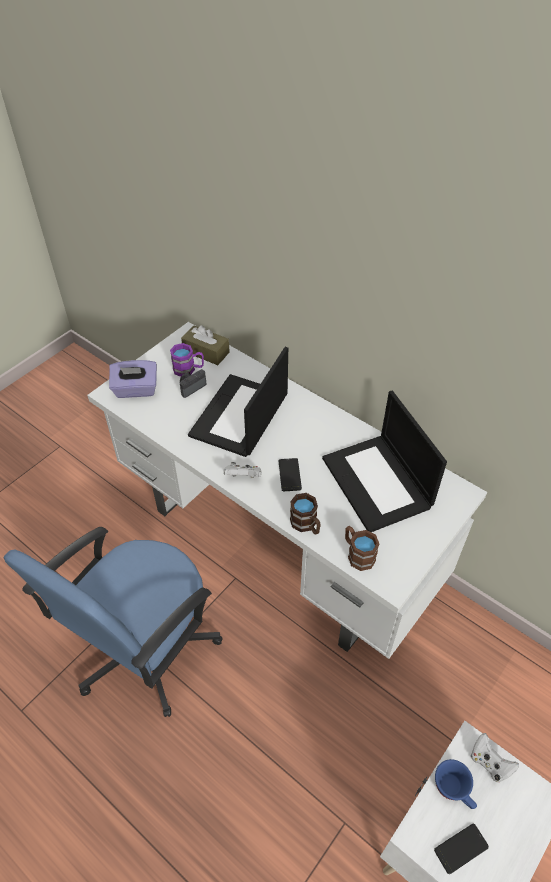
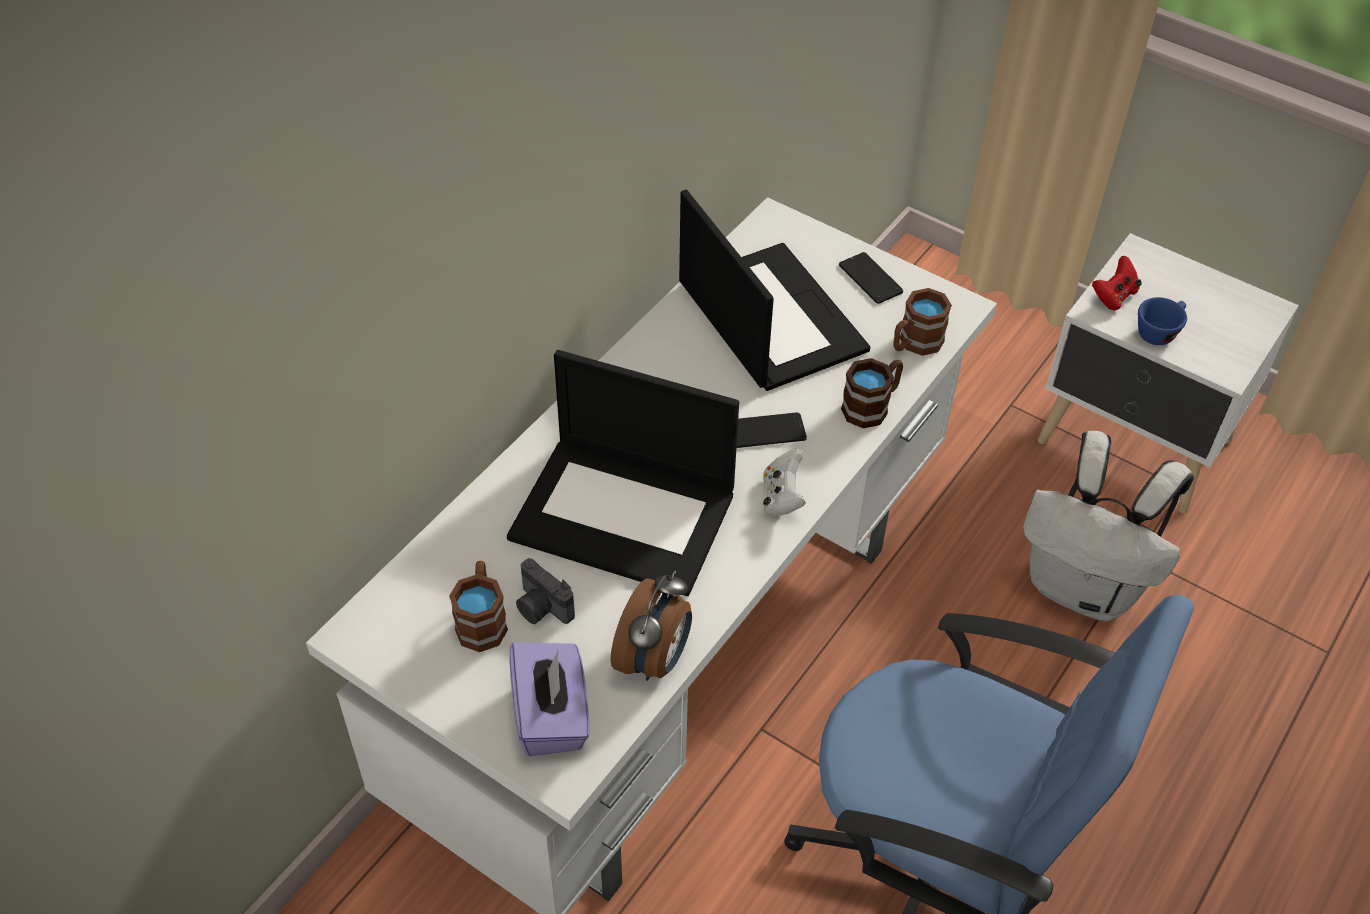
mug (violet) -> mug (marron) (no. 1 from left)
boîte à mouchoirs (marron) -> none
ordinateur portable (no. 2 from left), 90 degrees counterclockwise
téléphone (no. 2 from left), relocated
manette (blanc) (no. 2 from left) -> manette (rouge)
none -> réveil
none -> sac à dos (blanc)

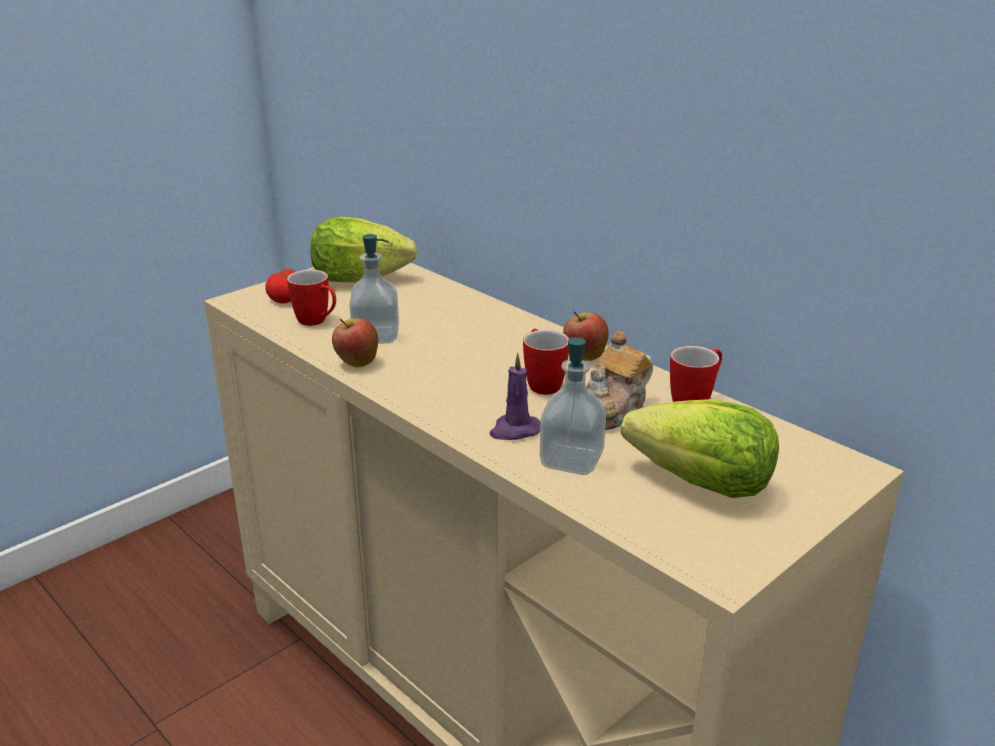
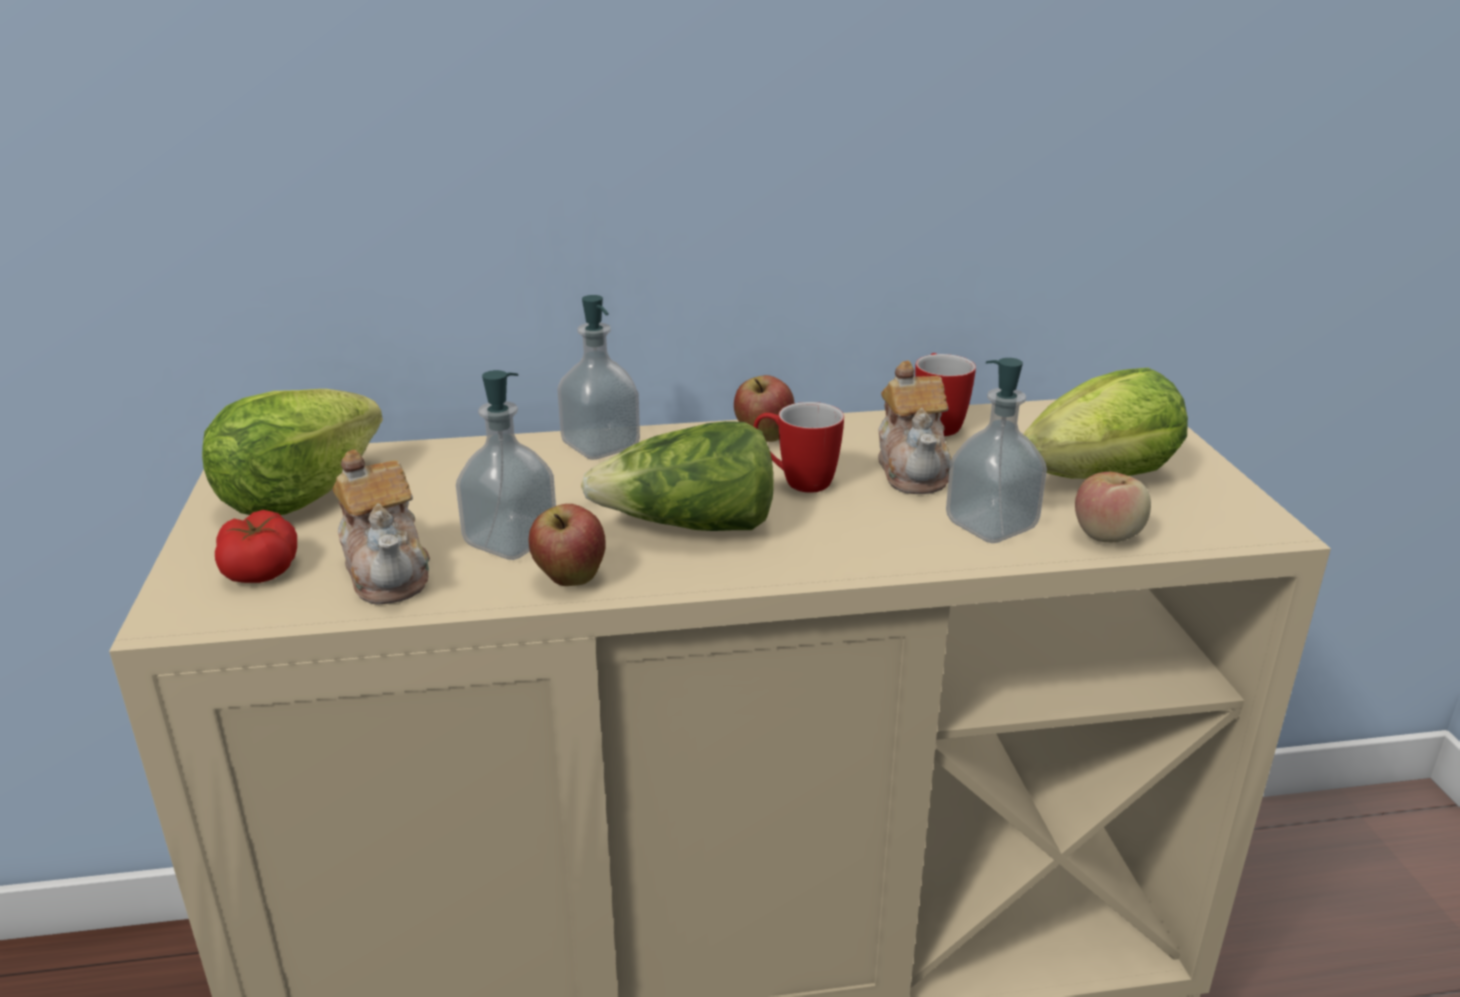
mug (no. 1 from left) -> théière (no. 1 from left)
bougie (violet) -> none
none -> distributeur de savon (no. 2 from left)
none -> laitue (no. 2 from left)
none -> pomme (no. 3 from left)

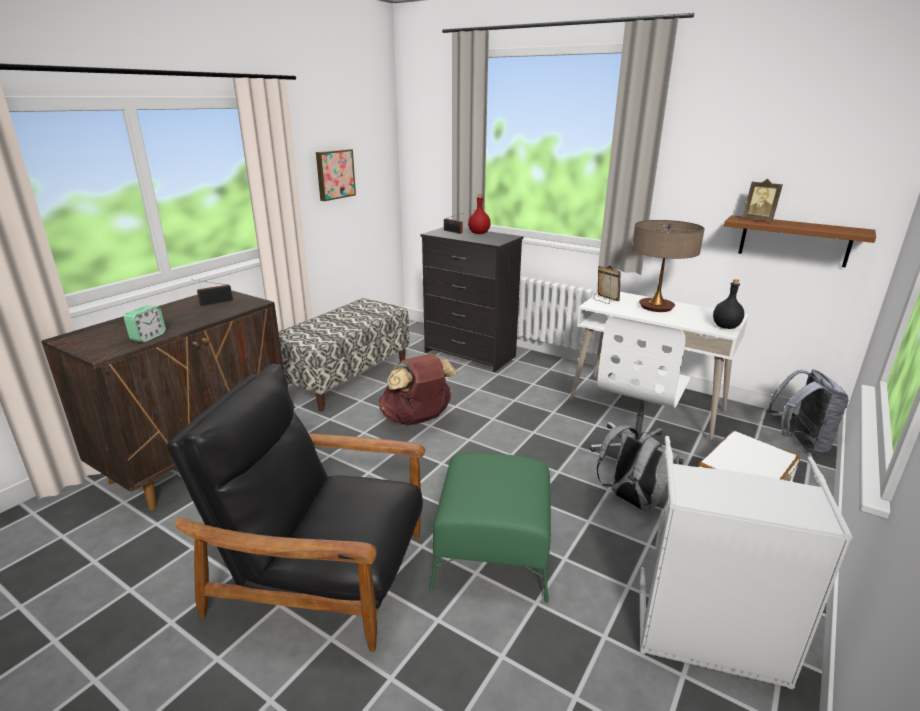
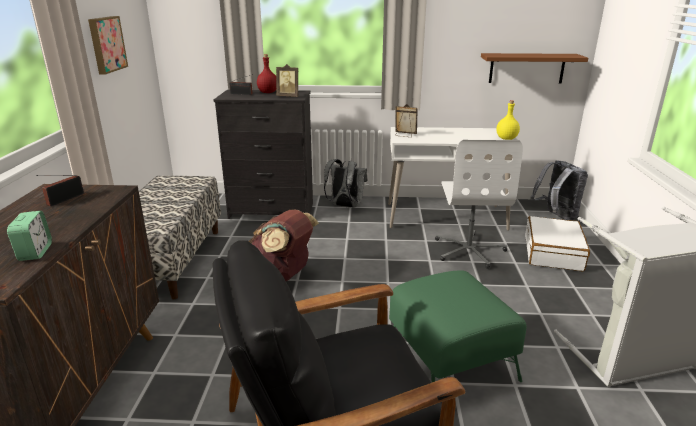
sac à dos (gris) (no. 1 from left), relocated
lampe de table -> none
bouteille (noir) -> bouteille (jaune)
cadre photo (no. 2 from left in the first image) -> cadre photo (no. 1 from left), relocated

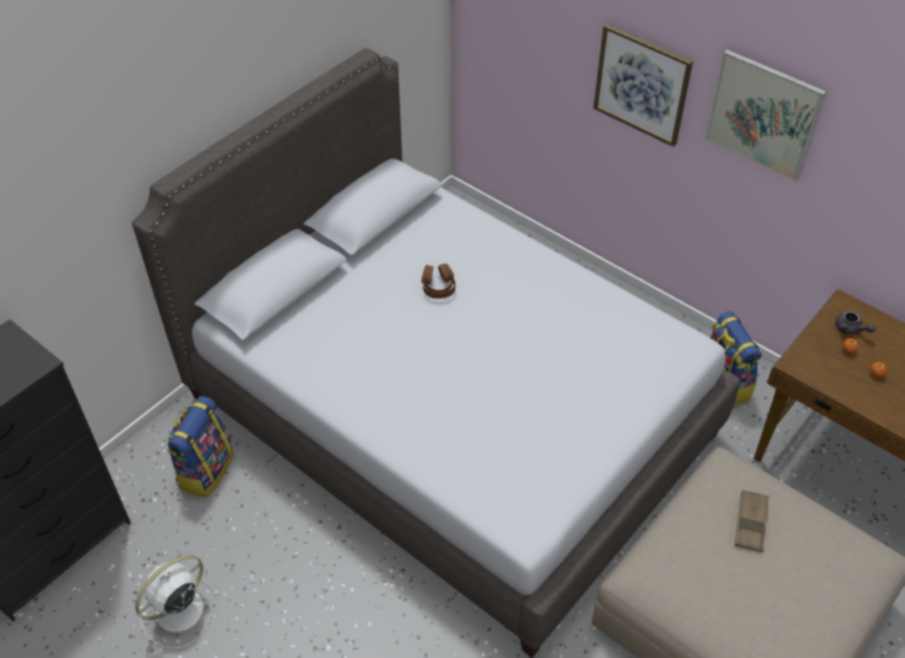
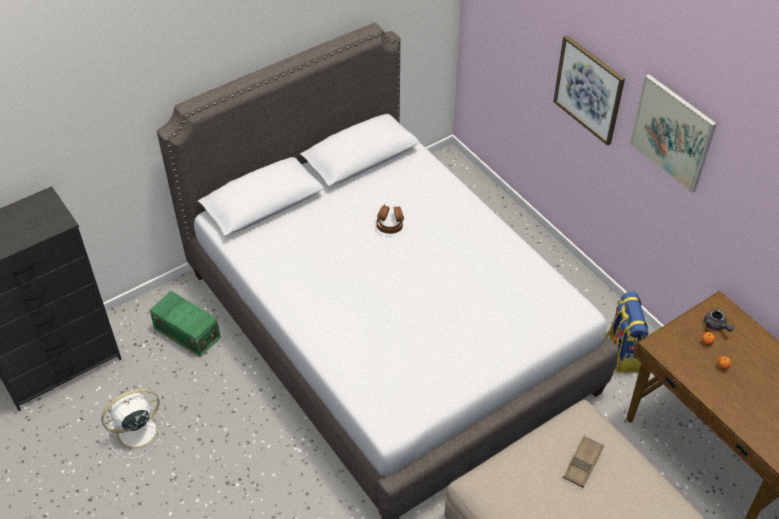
sac à dos (no. 1 from left) -> boîte de rangement (vert)

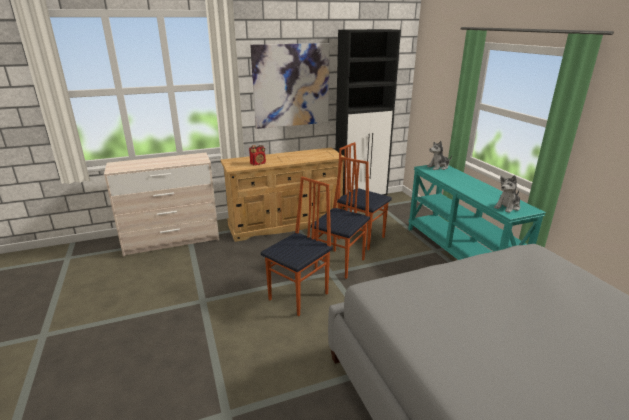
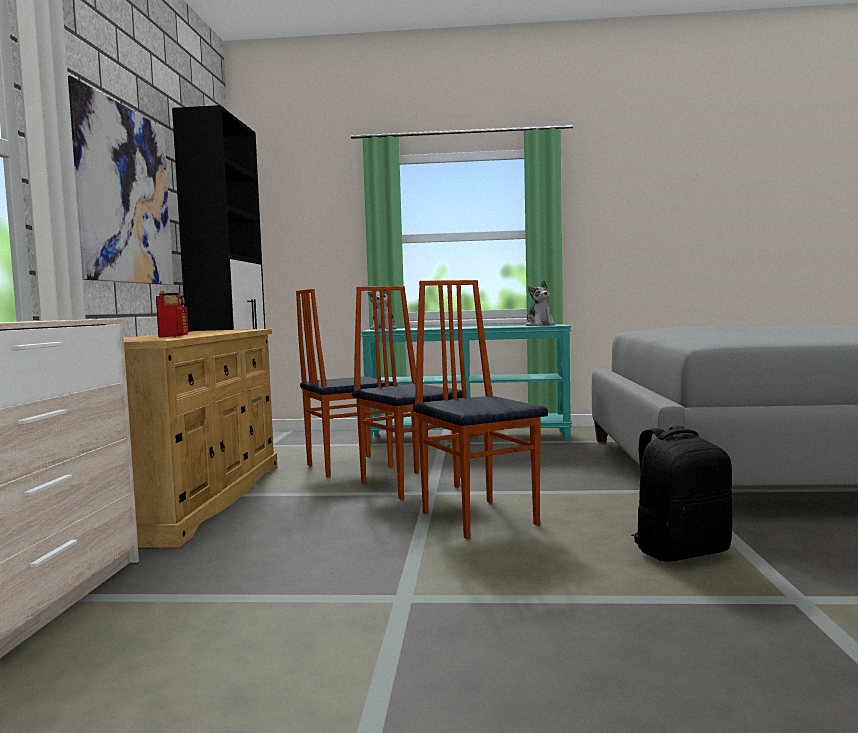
none -> sac à dos (noir)

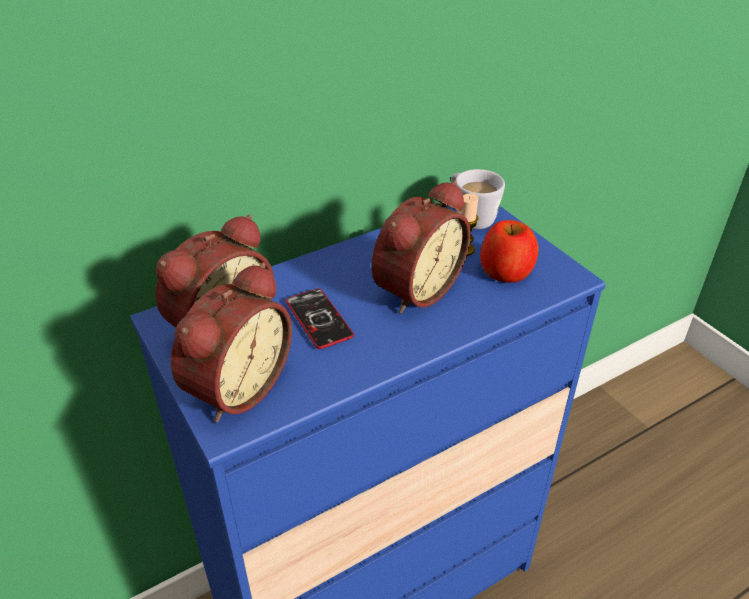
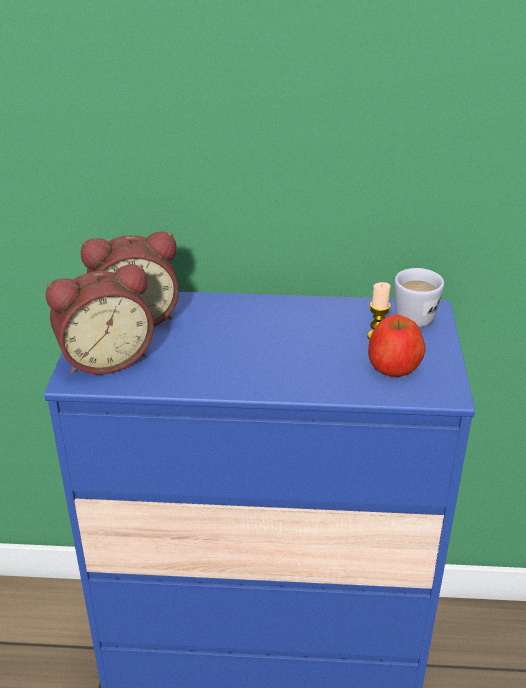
téléphone -> none
réveil (no. 3 from left) -> none

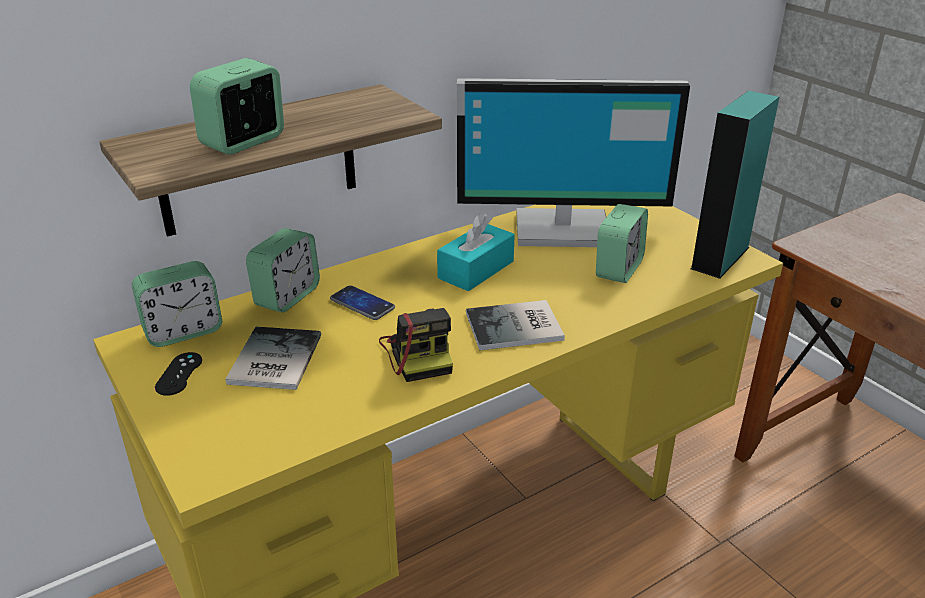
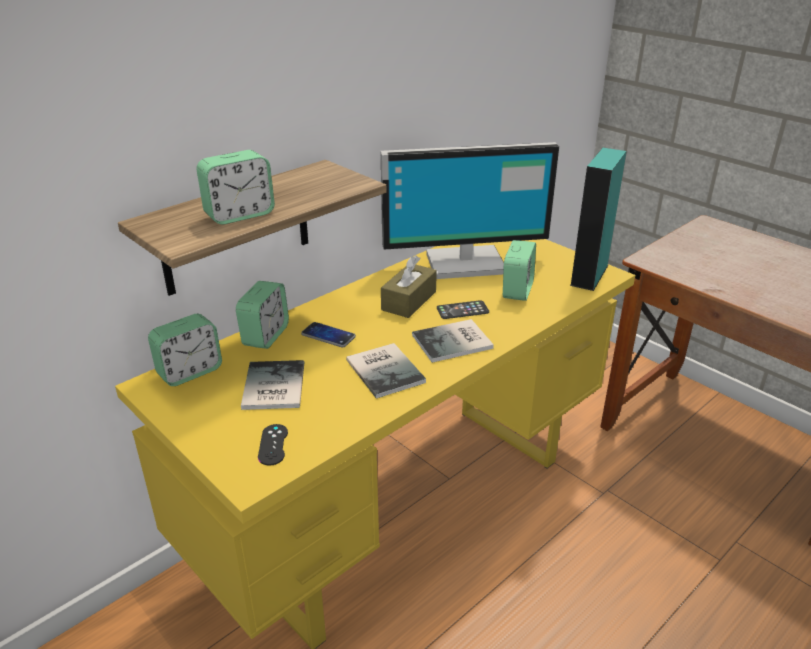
manette (noir), relocated
réveil (no. 2 from left), 150 degrees counterclockwise
appareil photo -> livre (no. 2 from left)
boîte à mouchoirs (turquoise) -> boîte à mouchoirs (marron)
none -> téléphone (no. 2 from left)

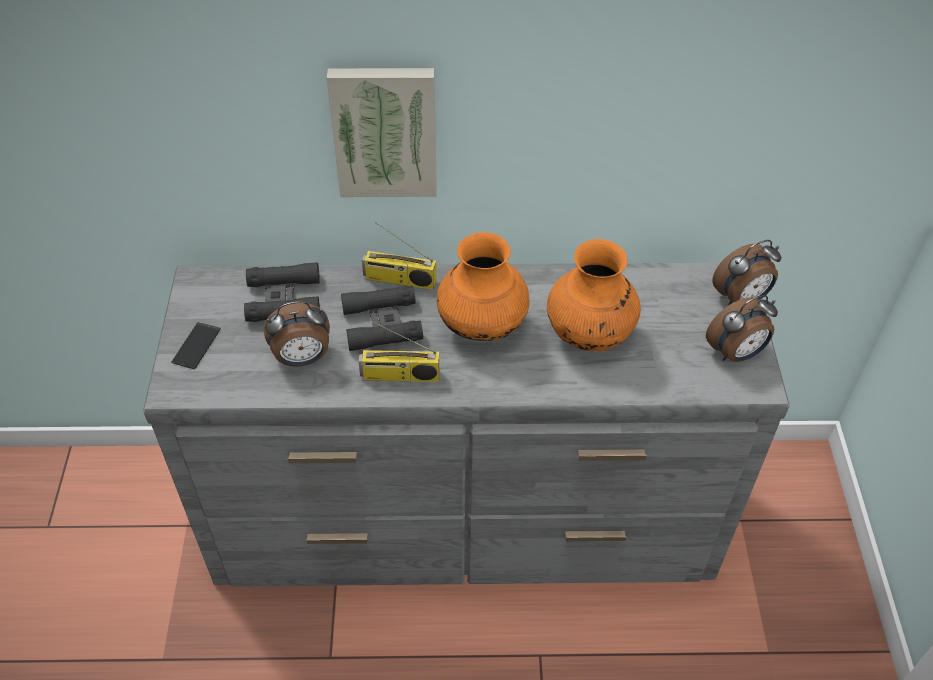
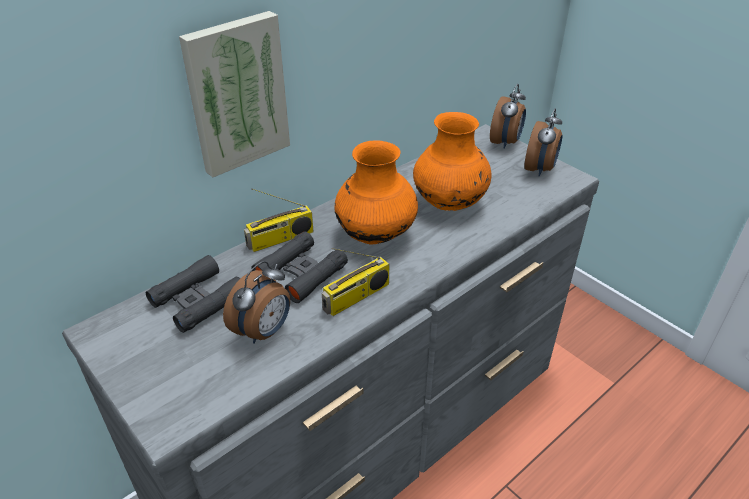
téléphone -> none

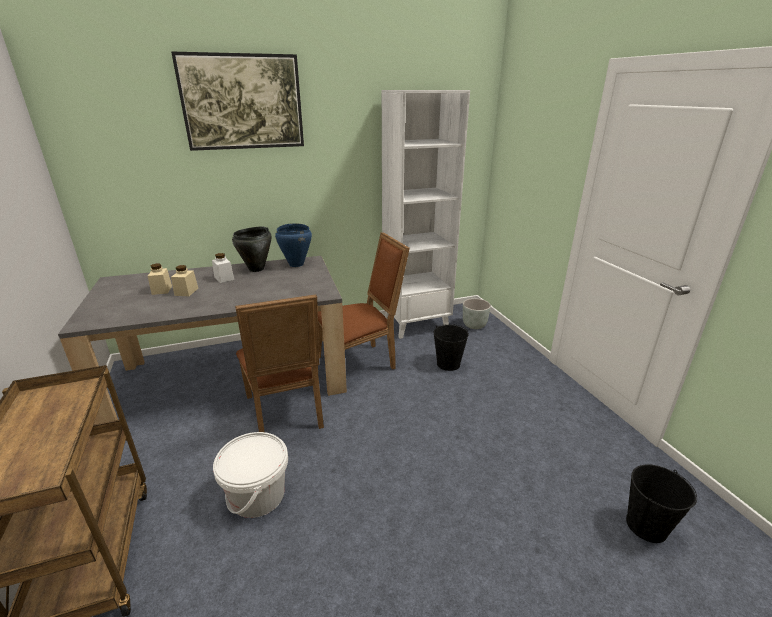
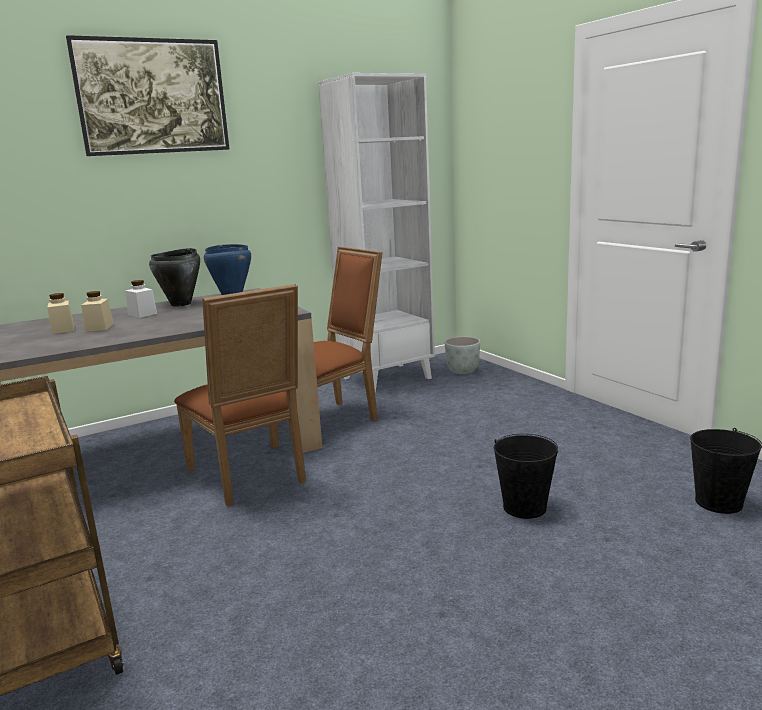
seau (blanc) -> none
seau (noir) (no. 1 from left), relocated

